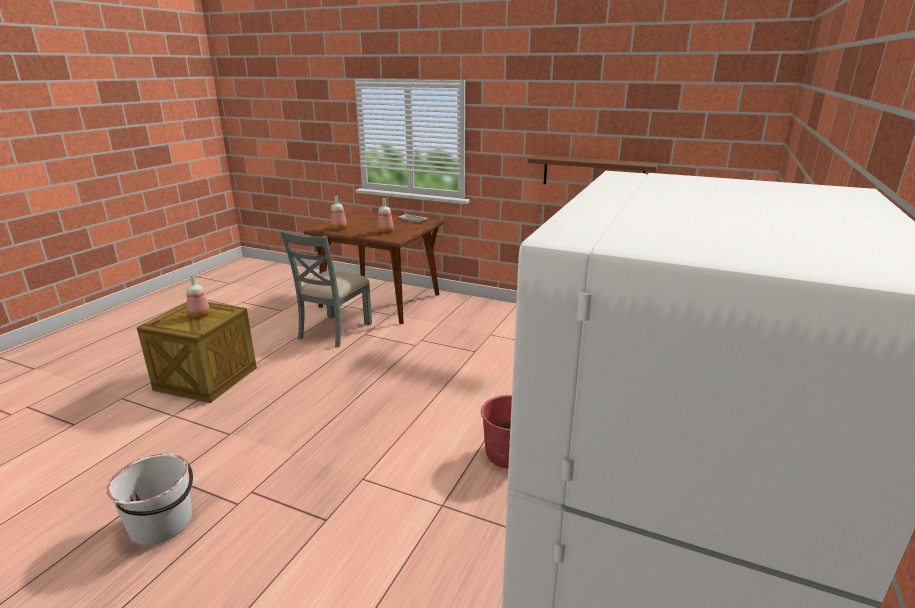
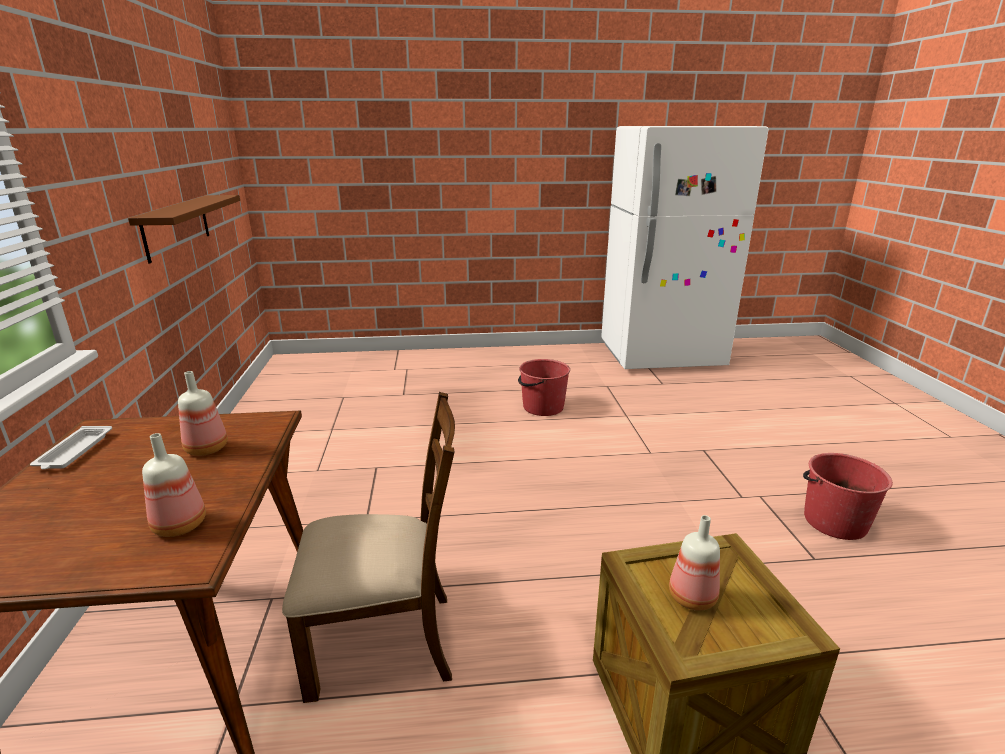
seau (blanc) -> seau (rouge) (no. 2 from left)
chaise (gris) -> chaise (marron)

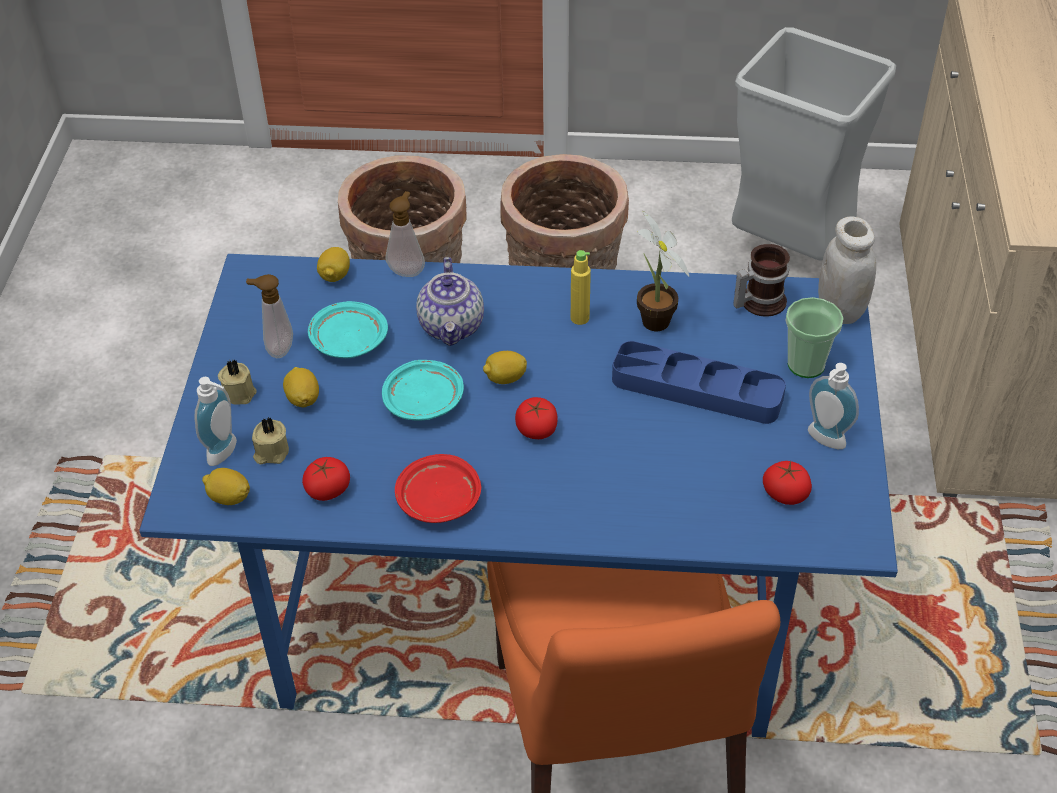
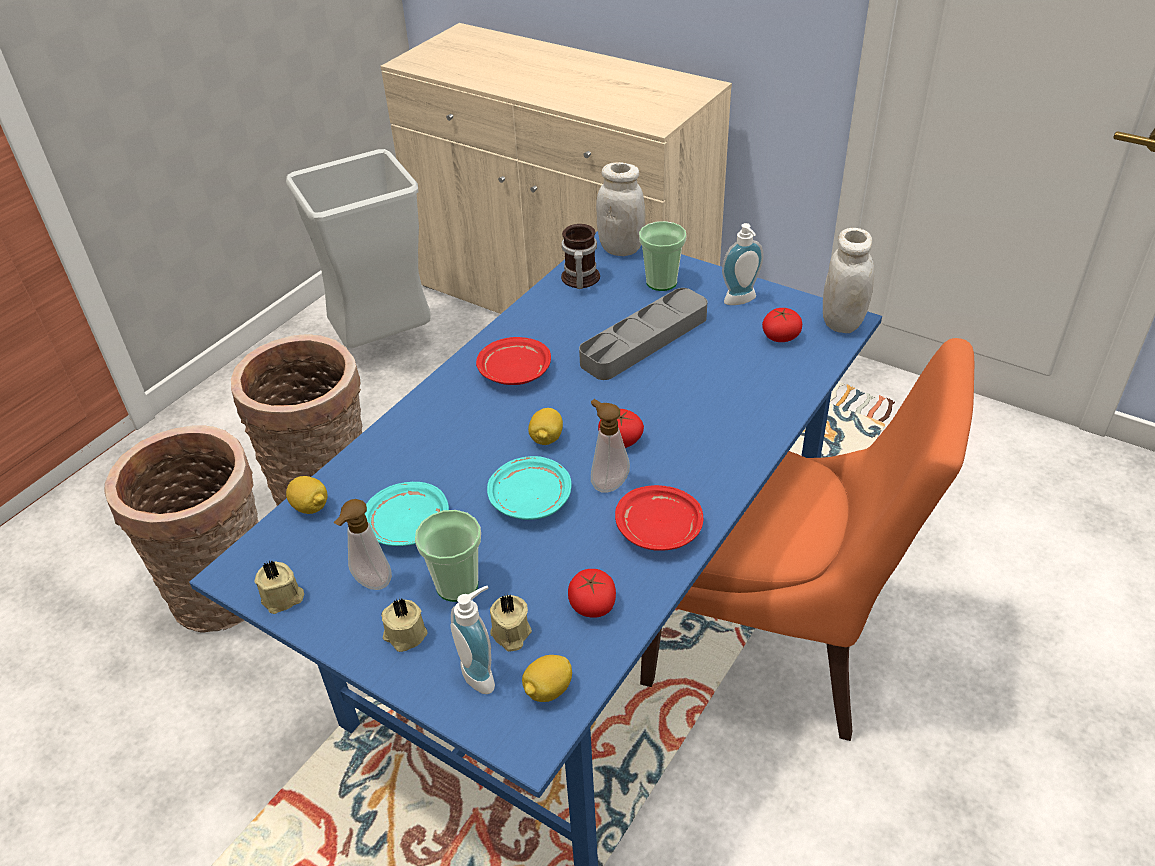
citron (no. 2 from left) -> tasse (no. 1 from left)
distributeur de savon (no. 3 from left), relocated
théière -> none
bouteille (jaune) -> assiette (rouge) (no. 1 from left)
plateau (bleu) -> plateau (gris)
plante en pot -> none
none -> bougie (beige) (no. 1 from left)
none -> bocal (blanc) (no. 2 from left)

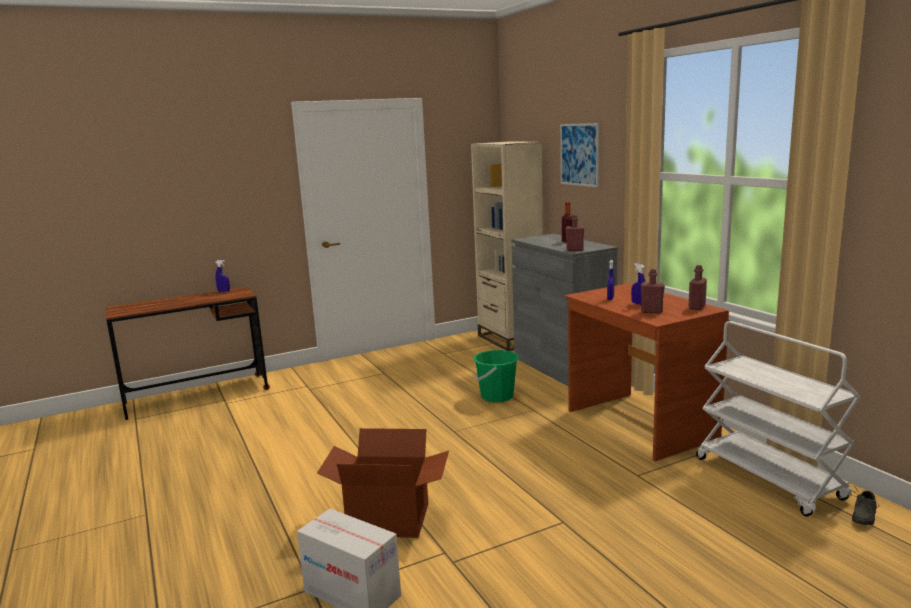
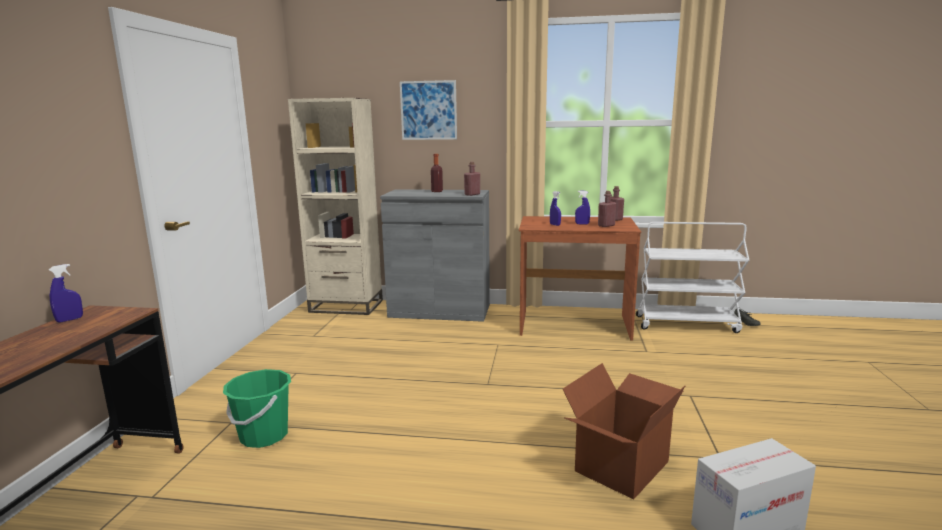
seau (vert), relocated

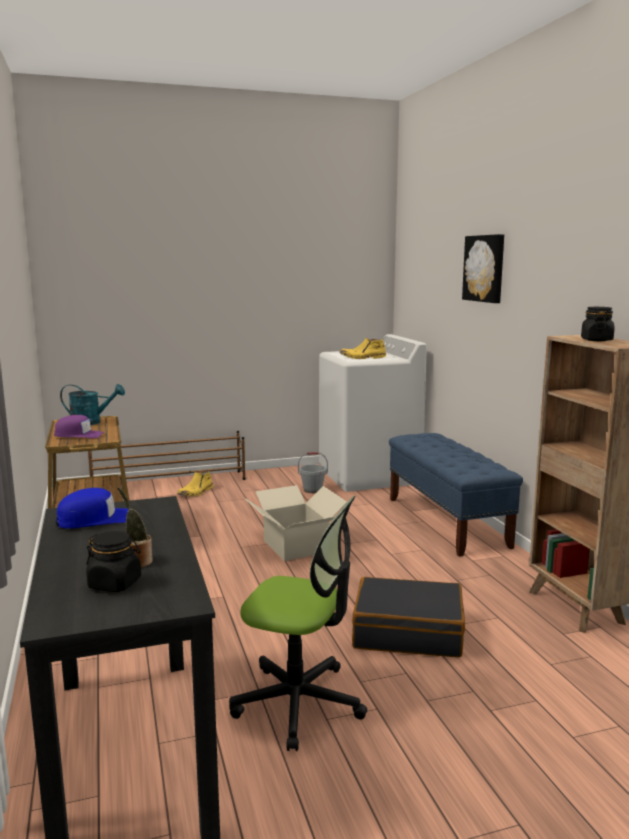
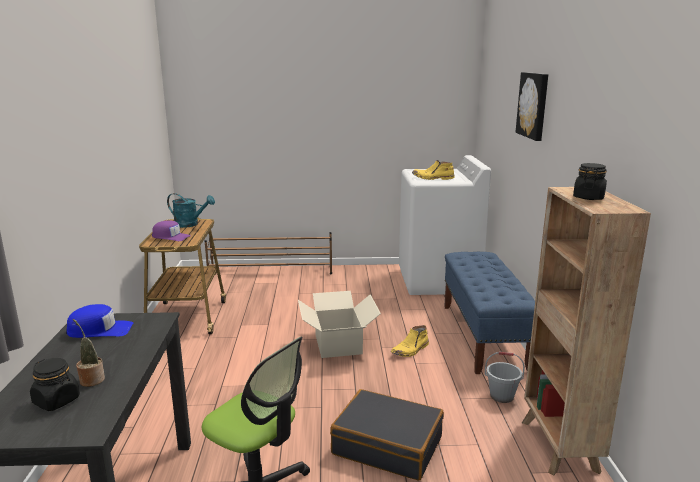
botte (jaune) (no. 1 from left), relocated
seau (gris), relocated

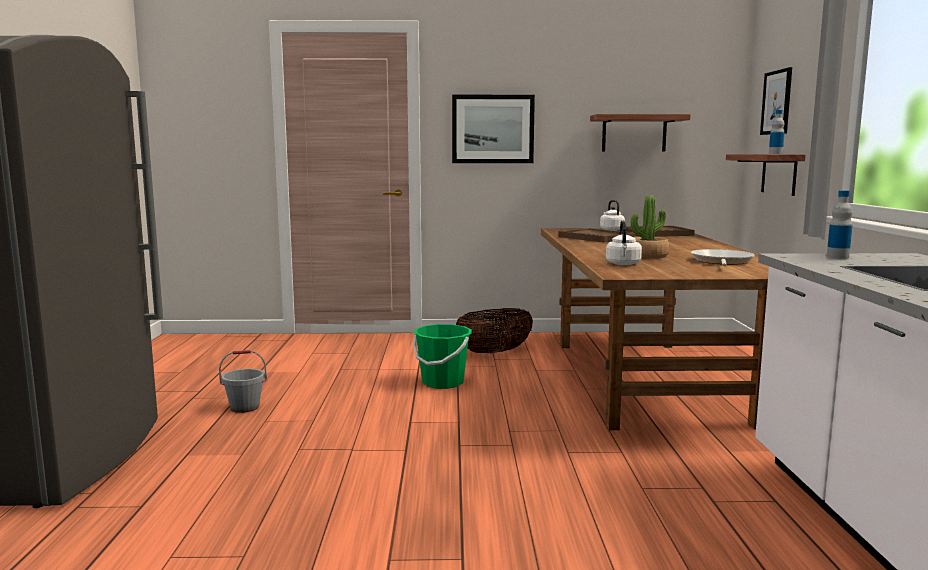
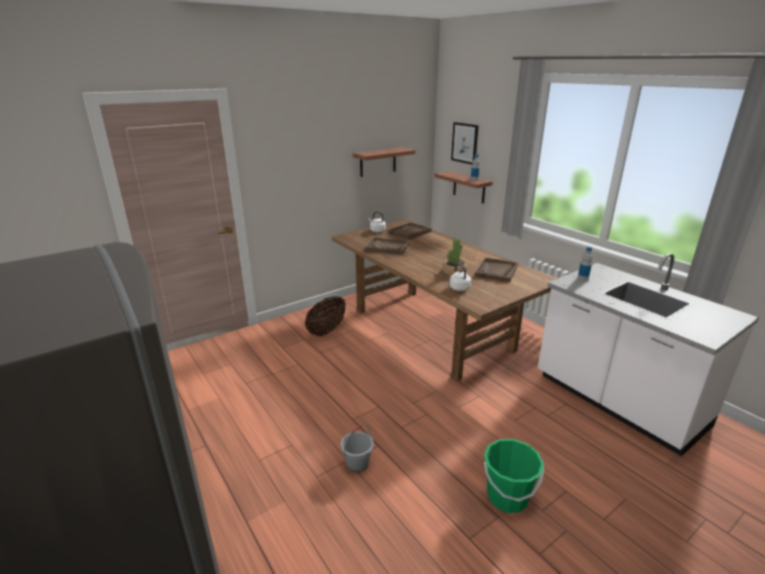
seau (gris), relocated
seau (vert), relocated
tableau (no. 1 from left) -> none
poêle -> plateau (marron) (no. 3 from left)

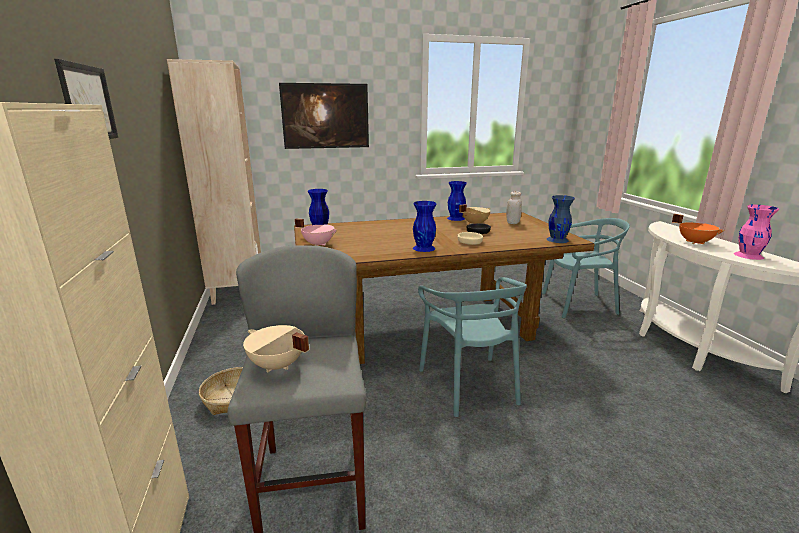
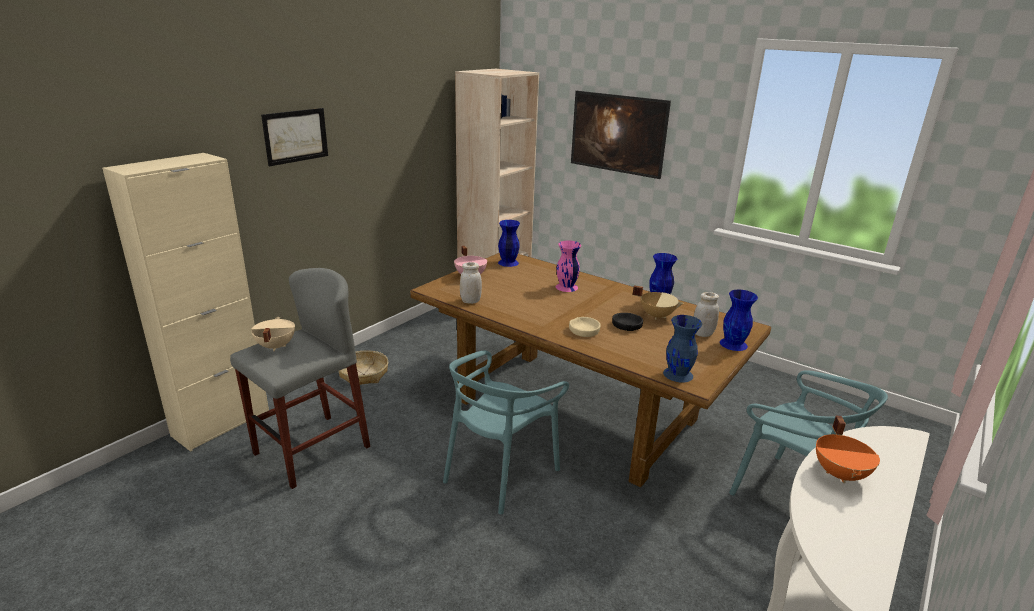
vase (bleu) (no. 2 from left in the first image) -> vase (bleu) (no. 4 from left), relocated
vase (rose), relocated
none -> bocal (blanc) (no. 1 from left)

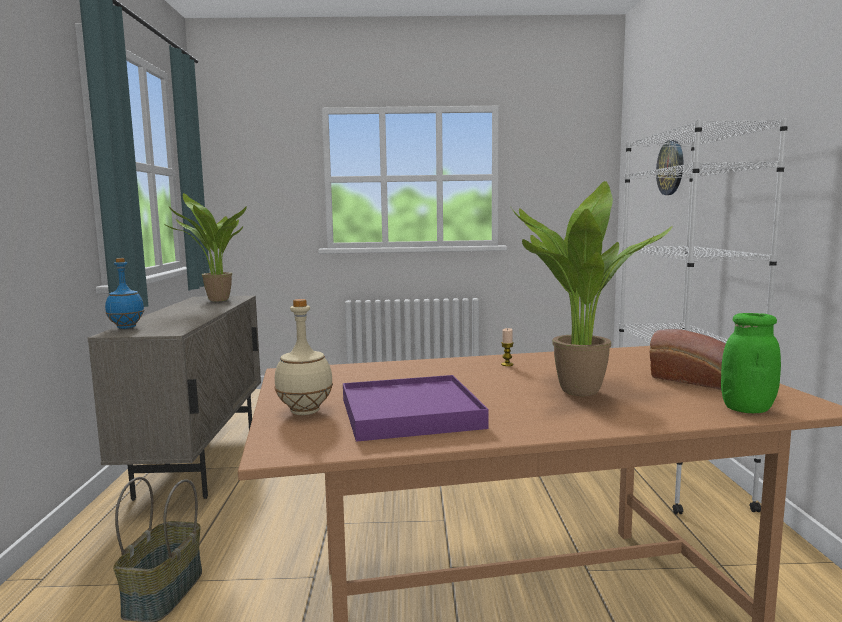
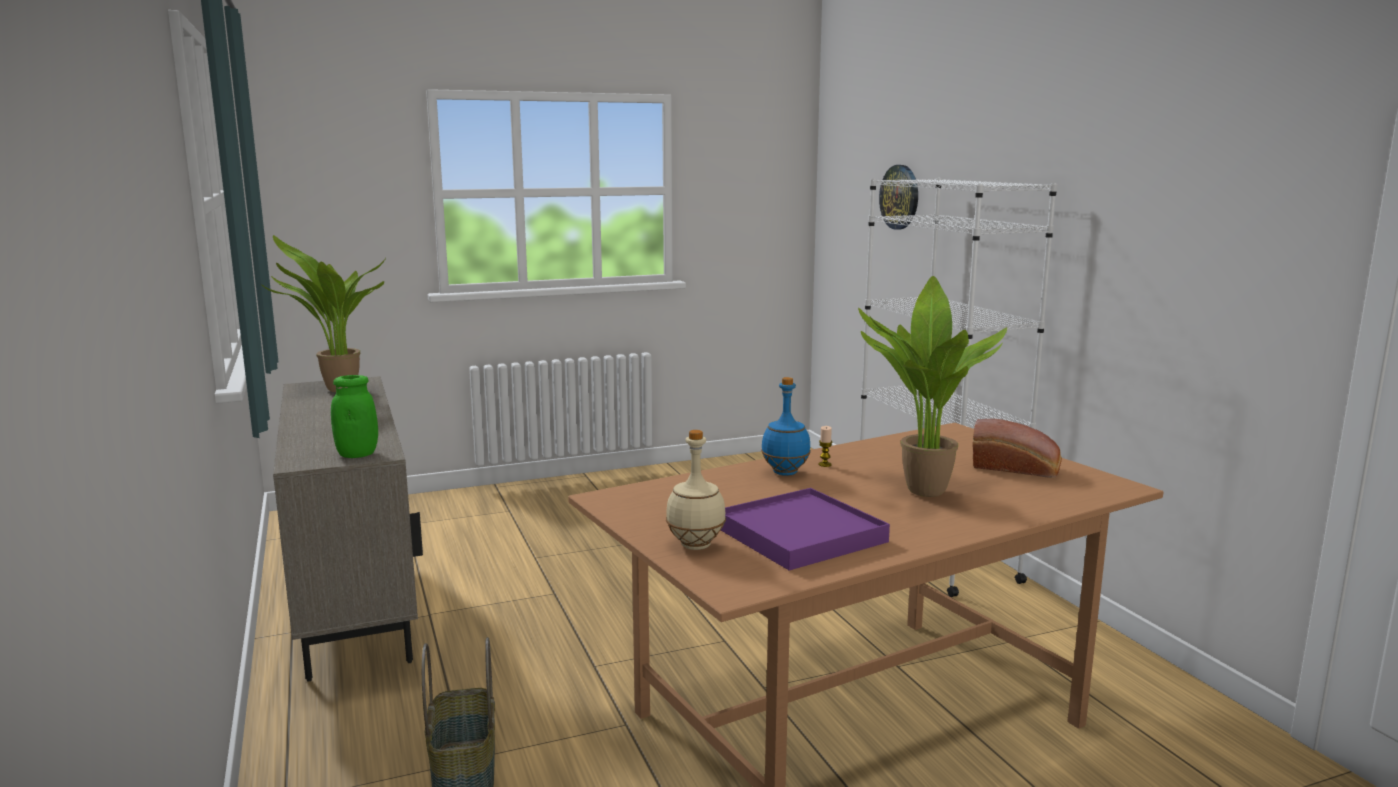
bouteille (bleu), relocated
bocal (vert), relocated

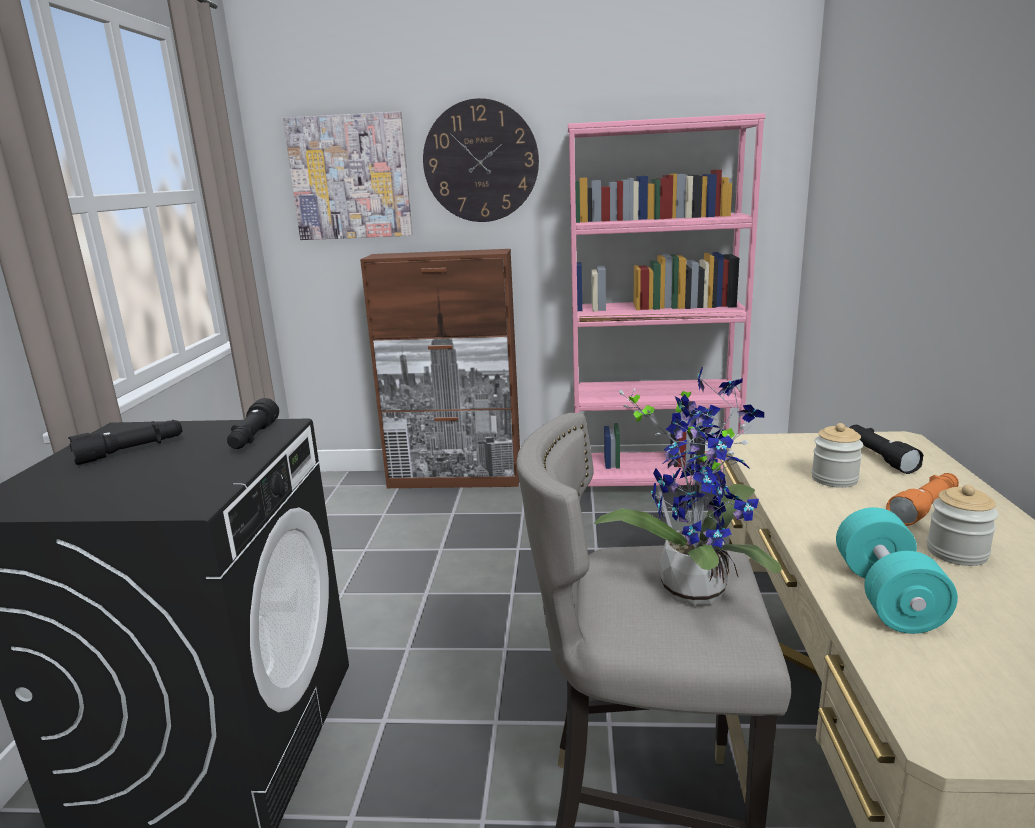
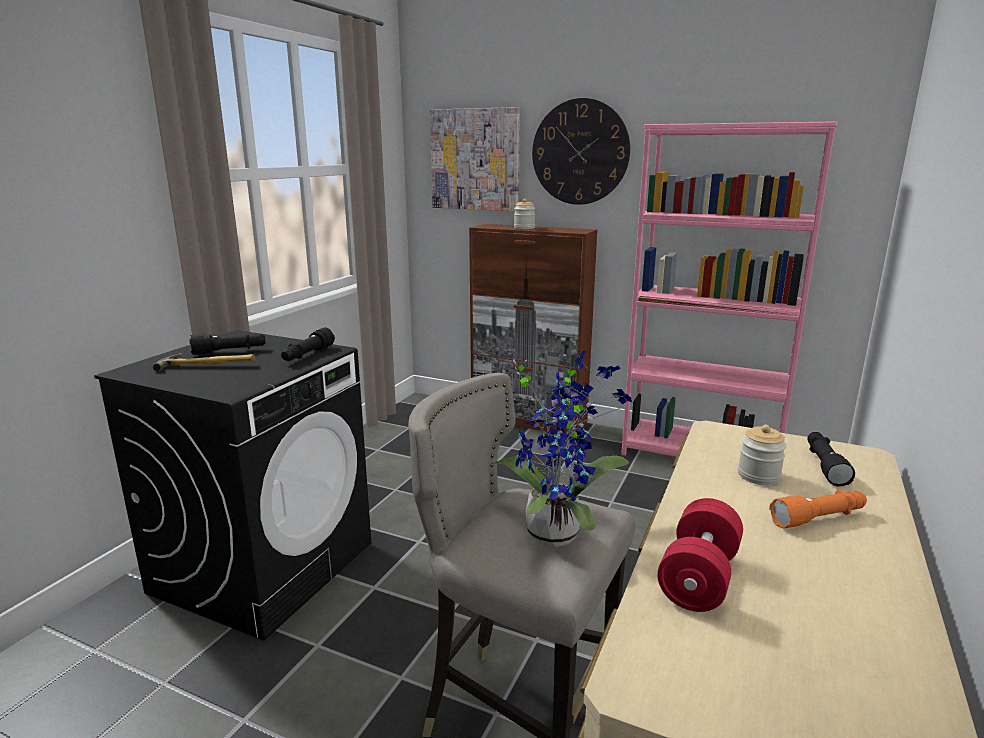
haltère (turquoise) -> haltère (rouge)
bocal (no. 2 from left in the first image) -> bocal (no. 1 from left), relocated
none -> marteau

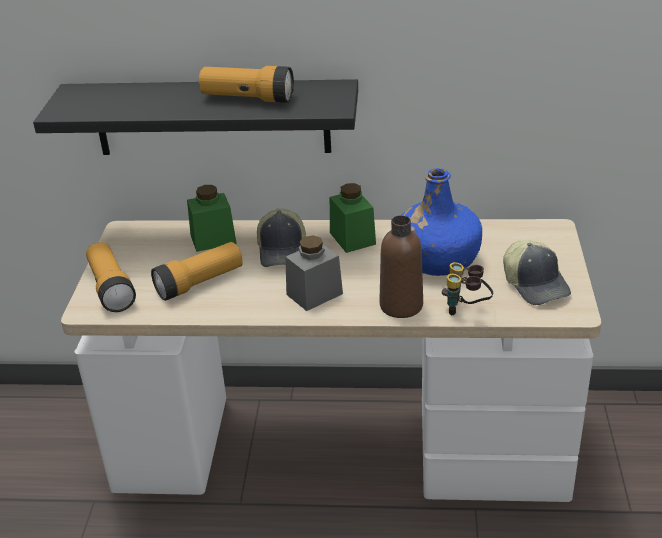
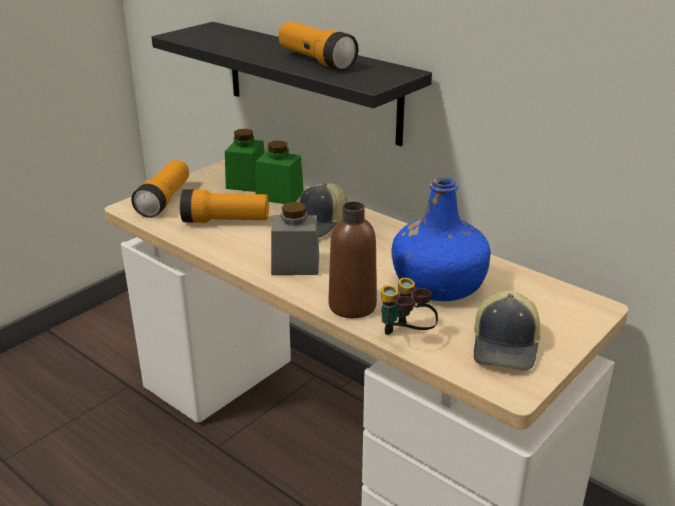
bocal (vert) (no. 2 from left in the first image) -> bocal (vert) (no. 1 from left), relocated

